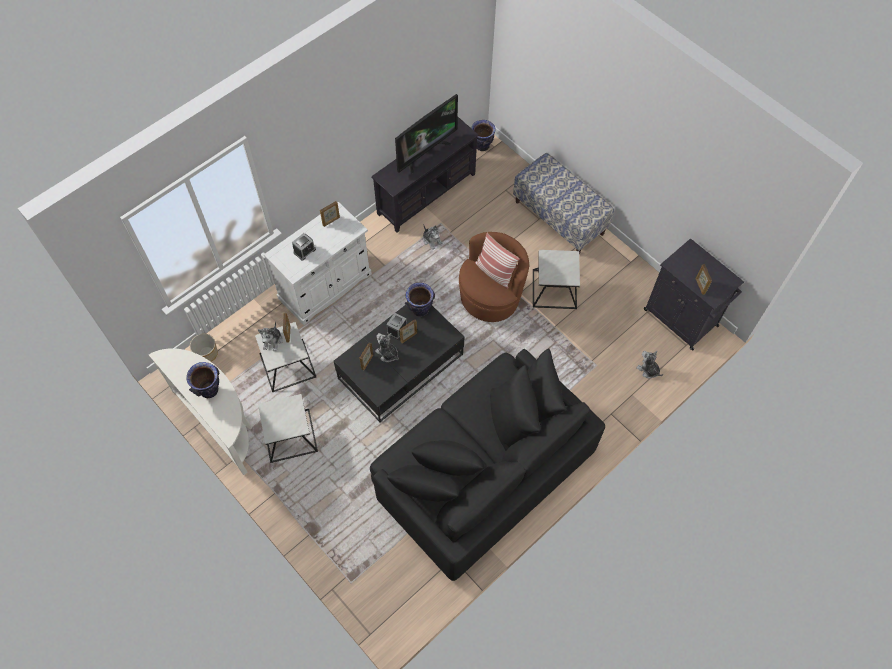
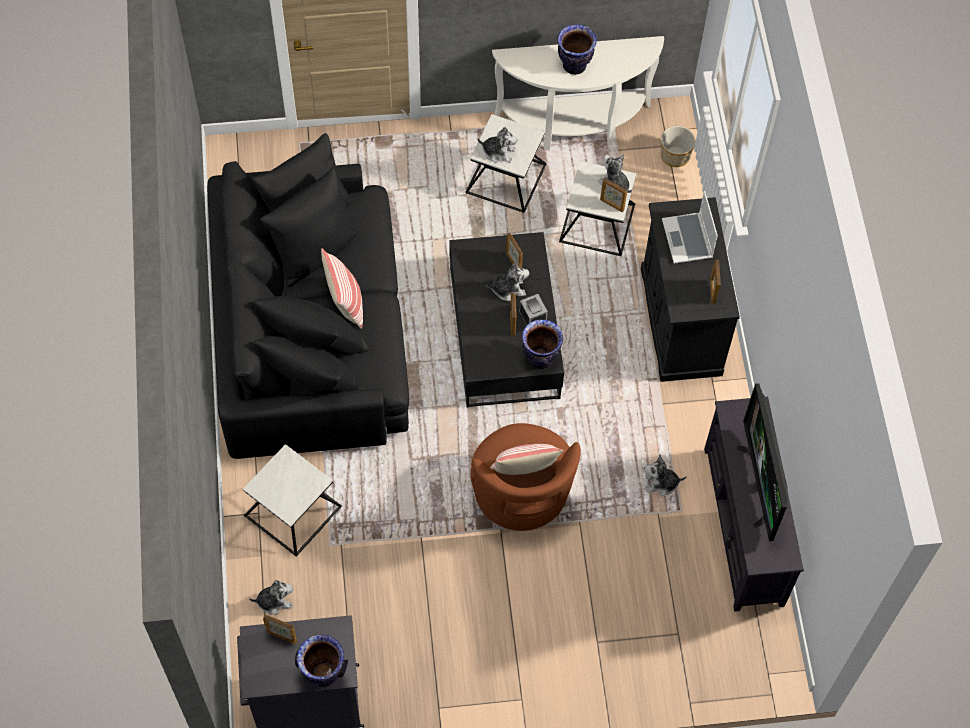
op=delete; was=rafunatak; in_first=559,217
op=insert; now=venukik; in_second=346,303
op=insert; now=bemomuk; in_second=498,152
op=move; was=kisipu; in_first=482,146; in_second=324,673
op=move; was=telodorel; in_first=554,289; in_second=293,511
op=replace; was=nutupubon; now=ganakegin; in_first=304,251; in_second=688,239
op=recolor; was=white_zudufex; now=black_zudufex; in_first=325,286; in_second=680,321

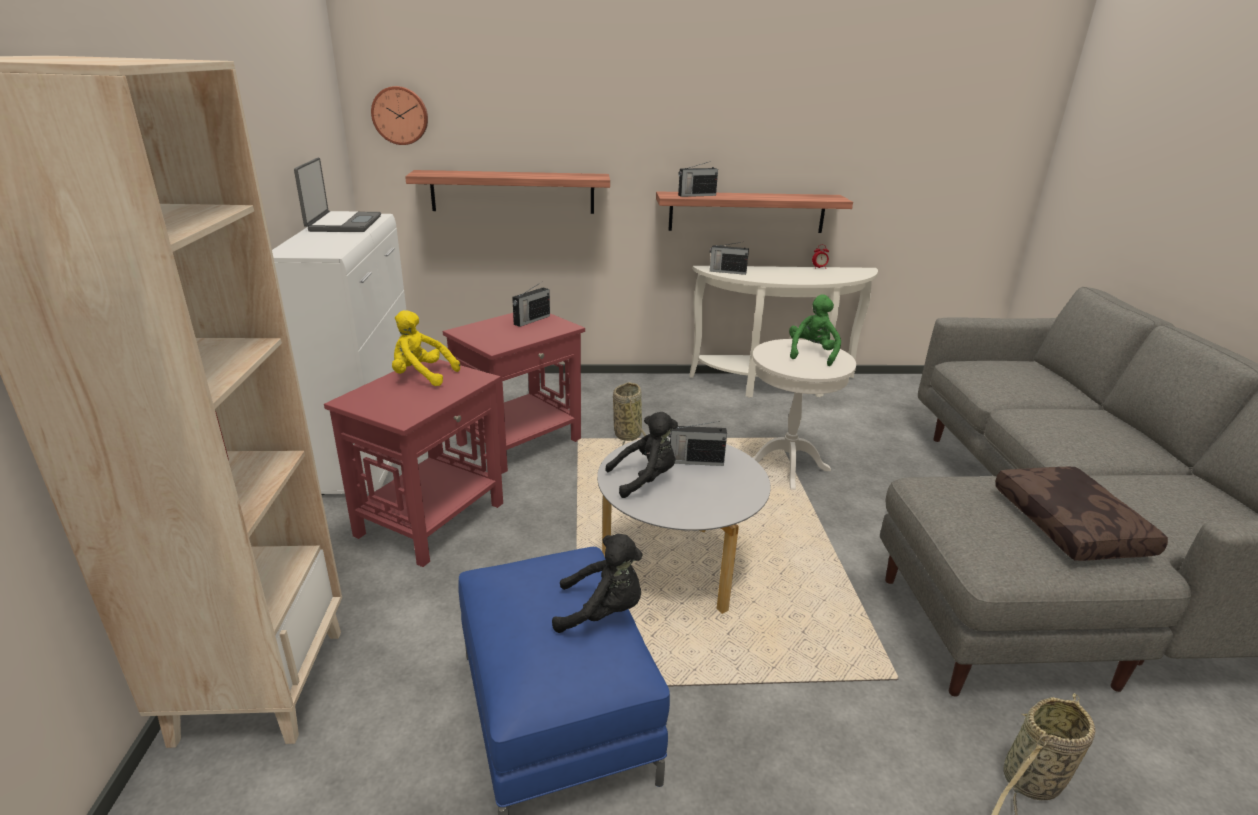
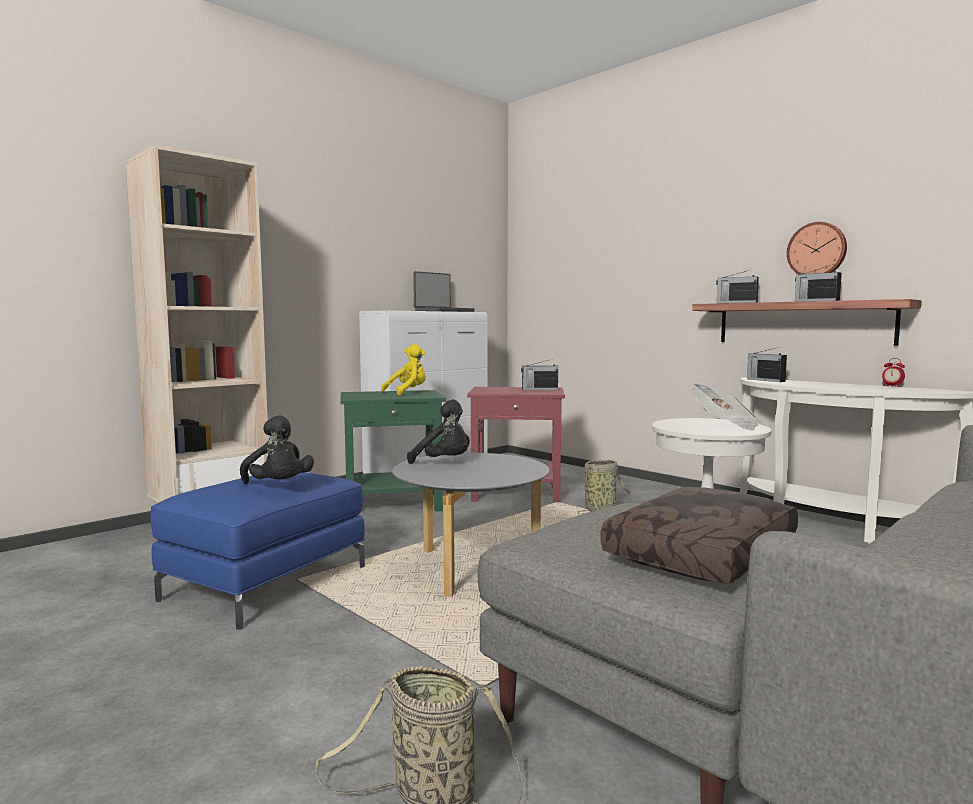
op=delete; was=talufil; in_first=513,192
op=move; was=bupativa; in_first=400,115; in_second=817,250
op=move; was=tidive; in_first=695,461; in_second=816,301
op=replace; was=green_bemomuk; now=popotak; in_first=812,354; in_second=725,425
op=recolor; was=red_telodorel; now=green_telodorel; in_first=432,519; in_second=393,504
op=rotate; was=yellow_bemomuk; in_first=421,376; in_second=408,392; clockwise=75

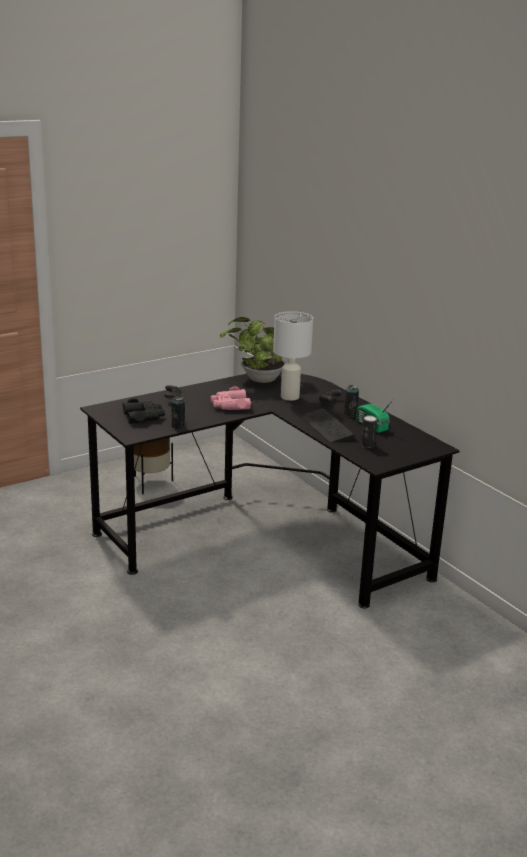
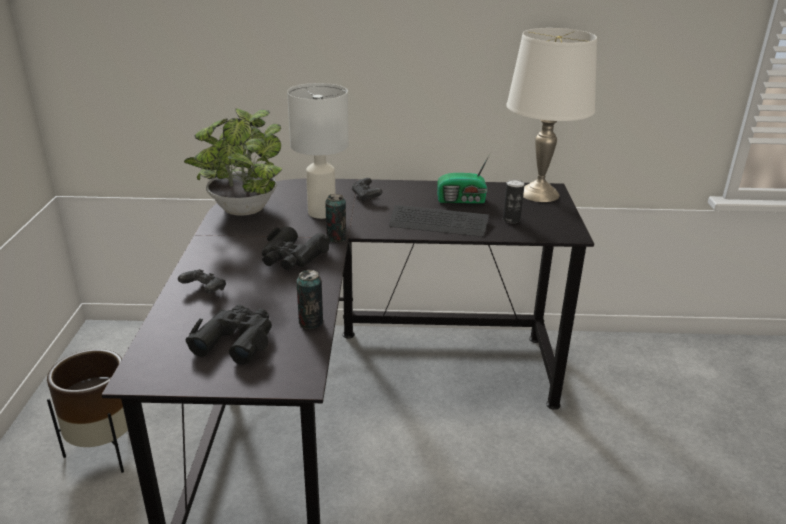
op=insert; now=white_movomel; in_second=540,194
op=move; was=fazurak; in_first=350,414; in_second=336,238
op=recolor; was=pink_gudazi; now=black_gudazi; in_first=230,405; in_second=292,257

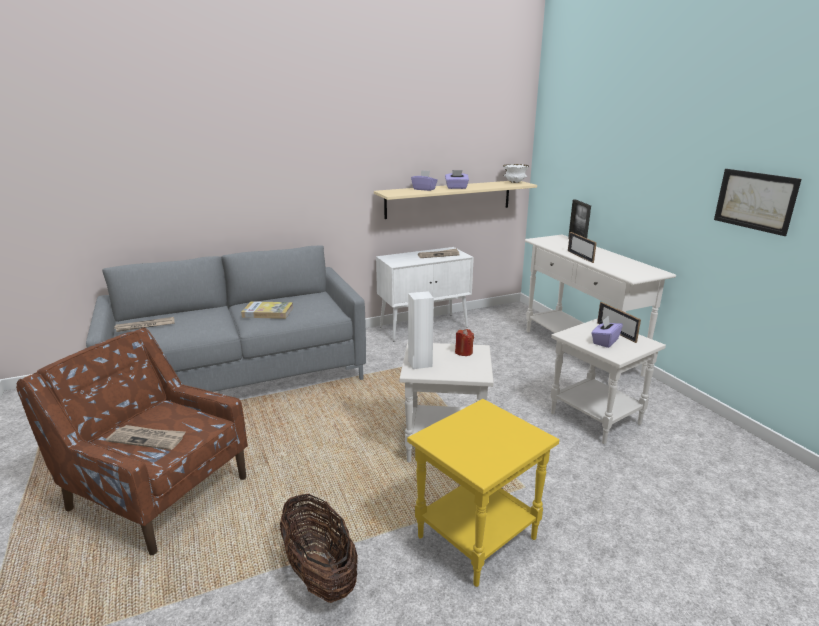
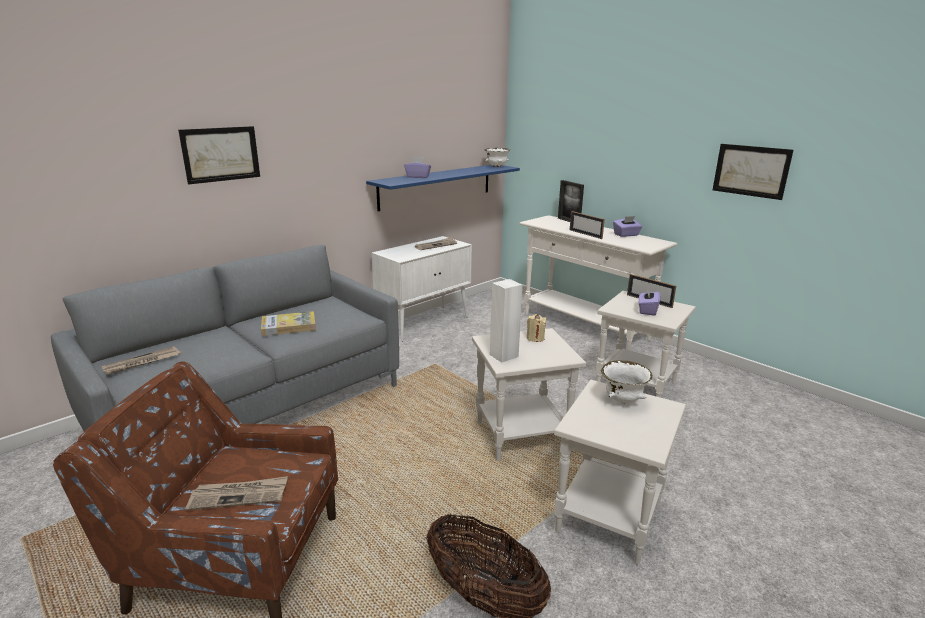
op=insert; now=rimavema; in_second=221,154
op=insert; now=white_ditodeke; in_second=622,400
op=move; was=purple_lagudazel; in_first=456,188; in_second=626,235
op=recolor; was=beige_talufil; now=blue_talufil; in_first=449,199; in_second=436,186
op=recolor; was=yellow_telodorel; now=white_telodorel; in_first=477,539; in_second=610,520
op=recolor; was=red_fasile; now=beige_fasile; in_first=463,352; in_second=535,338

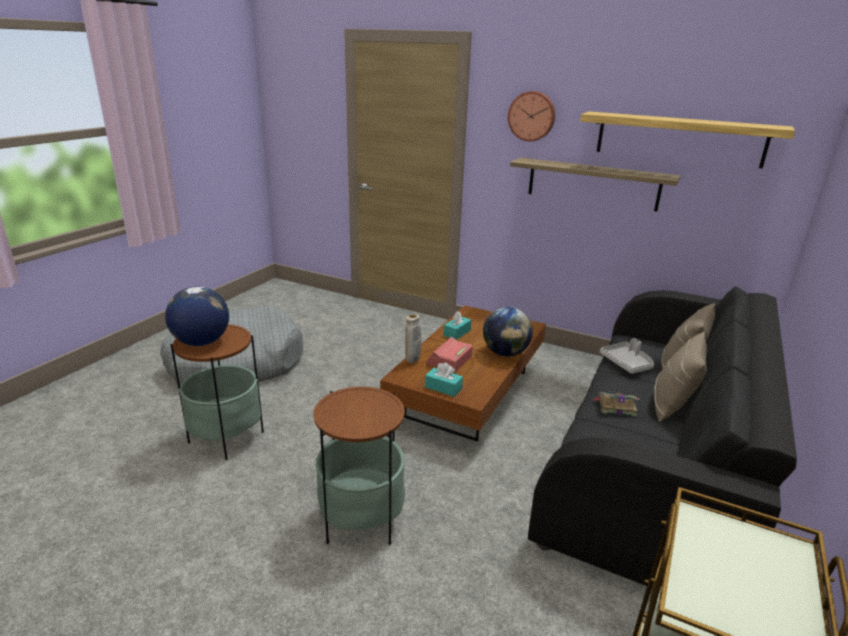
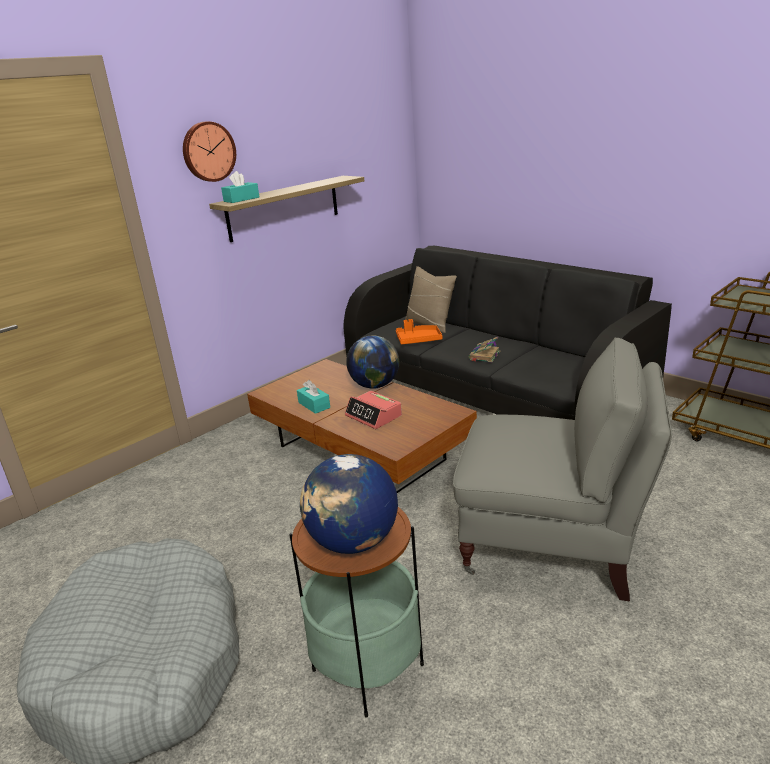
op=delete; was=beige_kisipu; in_first=412,361
op=delete; was=talufil; in_first=679,139
op=delete; was=beige_venukik; in_first=672,405
op=move; was=turquoise_lagudazel; in_first=443,388; in_second=241,199
op=replace; was=telodorel; now=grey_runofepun; in_first=361,520; in_second=554,544
op=recolor; was=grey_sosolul; now=orange_sosolul; in_first=627,363; in_second=418,340

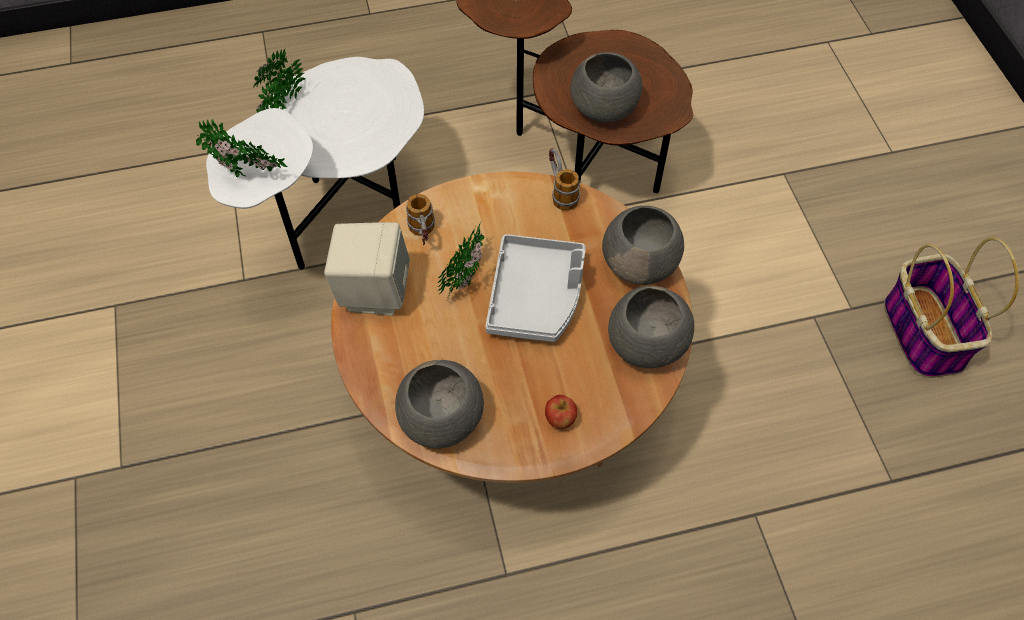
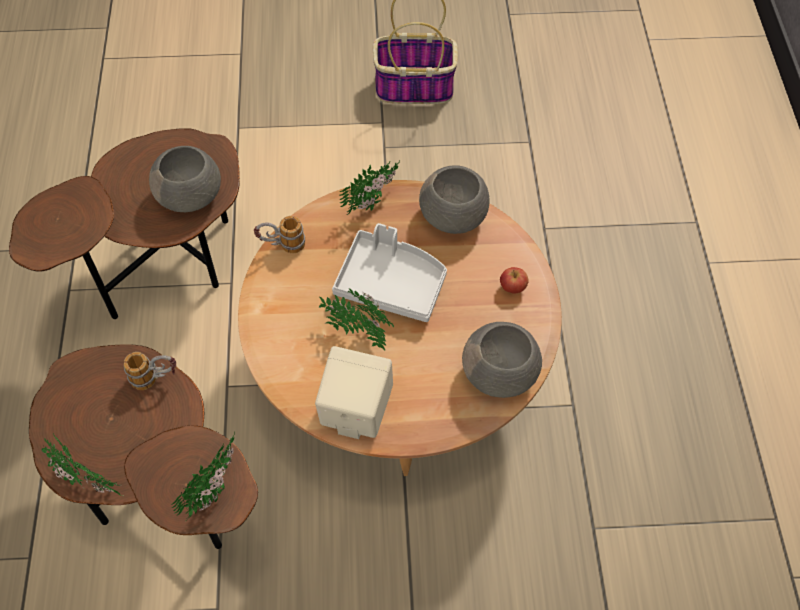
op=move; was=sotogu; in_first=423,235; in_second=155,378
op=replace; was=grey_ditodeke; now=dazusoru; in_first=641,262; in_second=374,203
op=recolor; was=white_telodorel; now=brown_telodorel; in_first=344,217; in_second=167,496

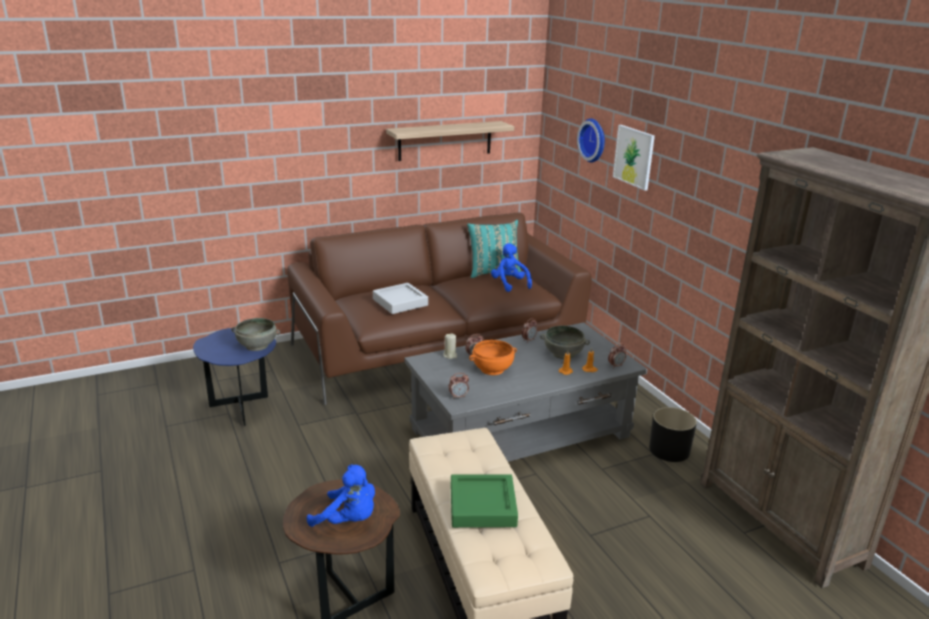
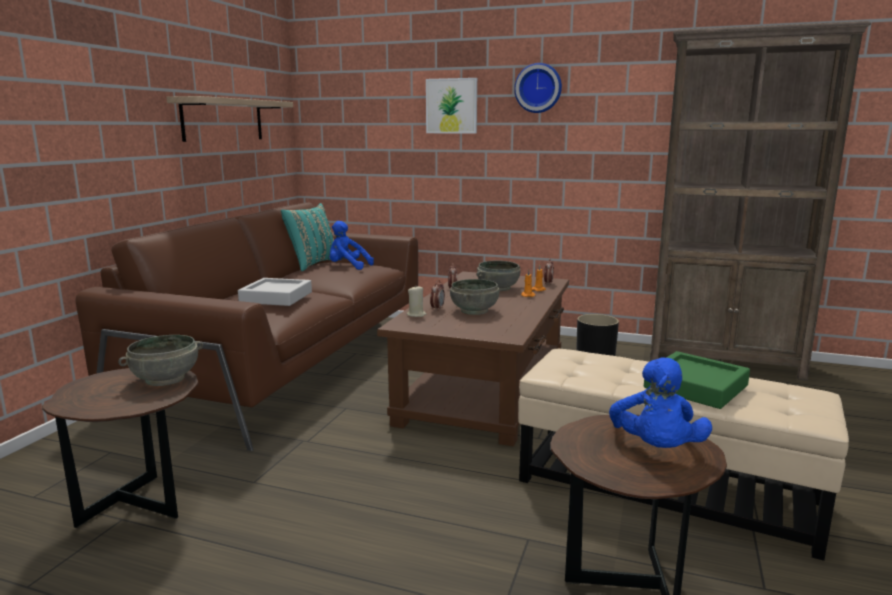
op=delete; was=nutupubon; in_first=458,396
op=move; was=bupativa; in_first=594,140; in_second=538,88
op=recolor; was=blue_telodorel; now=brown_telodorel; in_first=242,411; in_second=141,507
op=recolor; was=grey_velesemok; now=brown_velesemok; in_first=521,433; in_second=485,387
op=recolor; was=orange_ditodeke; now=grey_ditodeke; in_first=492,369; in_second=475,311
op=rotate; was=blue_bemomuk; in_first=348,520; in_second=656,449; clockwise=120

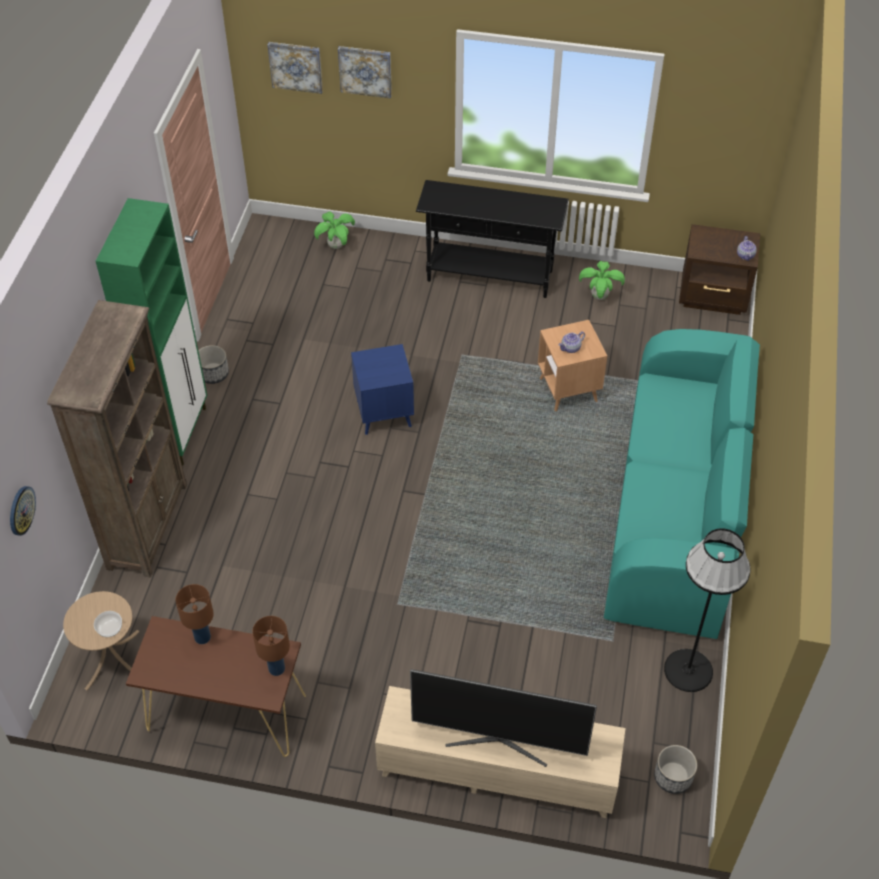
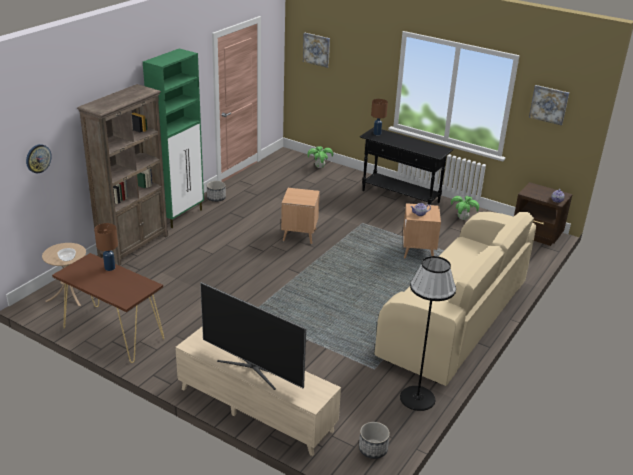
op=move; was=brown_movomel; in_first=277,669; in_second=377,134
op=move; was=rimavema; in_first=365,71; in_second=549,104
op=recolor; was=blue_telodorel; now=brown_telodorel; in_first=384,414; in_second=299,235
op=recolor; was=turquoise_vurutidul; now=beige_vurutidul; in_first=675,509; in_second=455,319

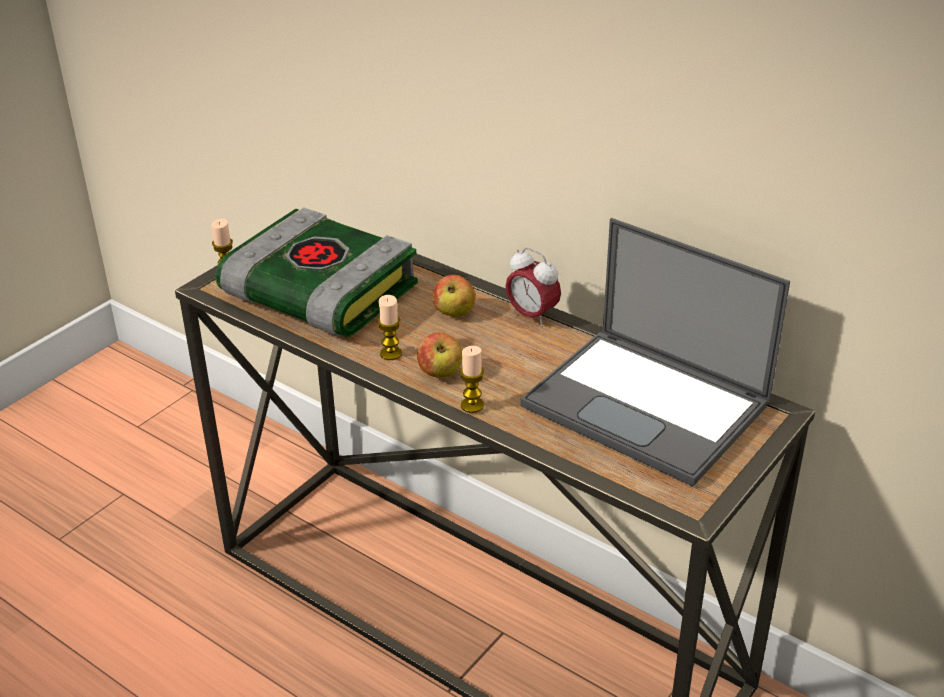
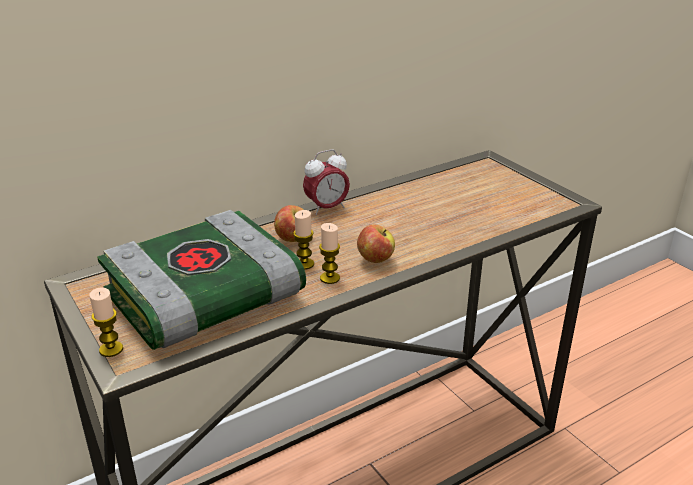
op=delete; was=ganakegin; in_first=648,405
op=move; was=fasile; in_first=472,405; in_second=304,264

